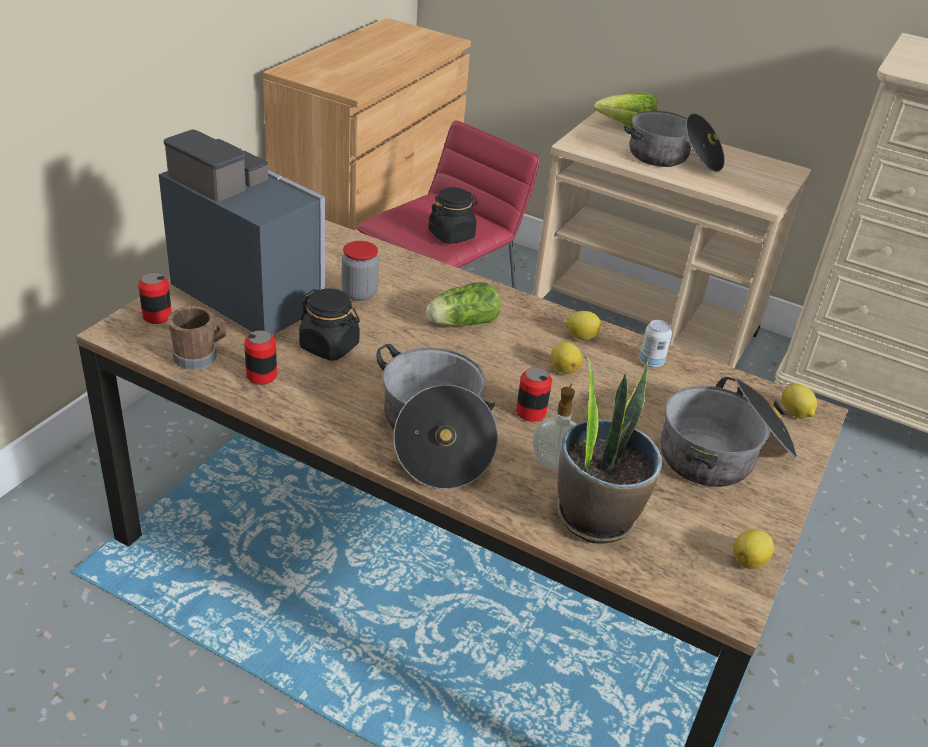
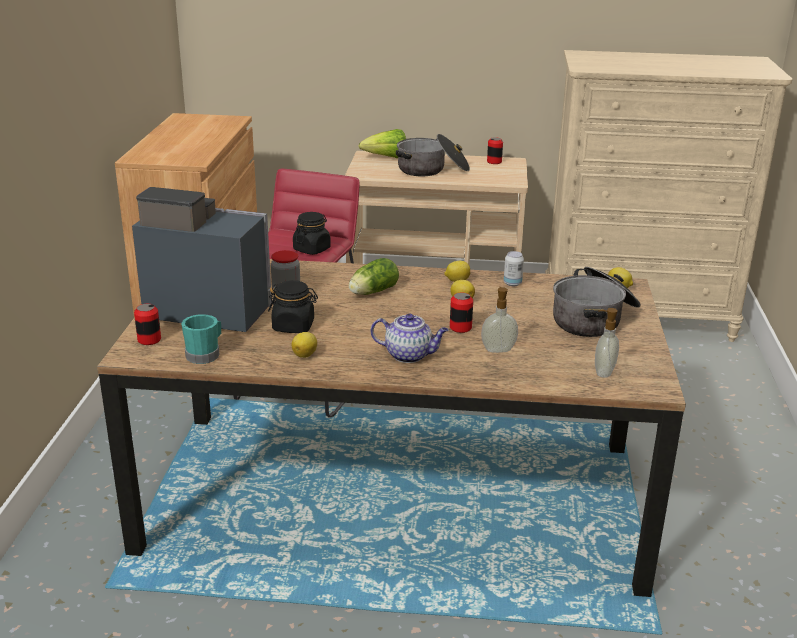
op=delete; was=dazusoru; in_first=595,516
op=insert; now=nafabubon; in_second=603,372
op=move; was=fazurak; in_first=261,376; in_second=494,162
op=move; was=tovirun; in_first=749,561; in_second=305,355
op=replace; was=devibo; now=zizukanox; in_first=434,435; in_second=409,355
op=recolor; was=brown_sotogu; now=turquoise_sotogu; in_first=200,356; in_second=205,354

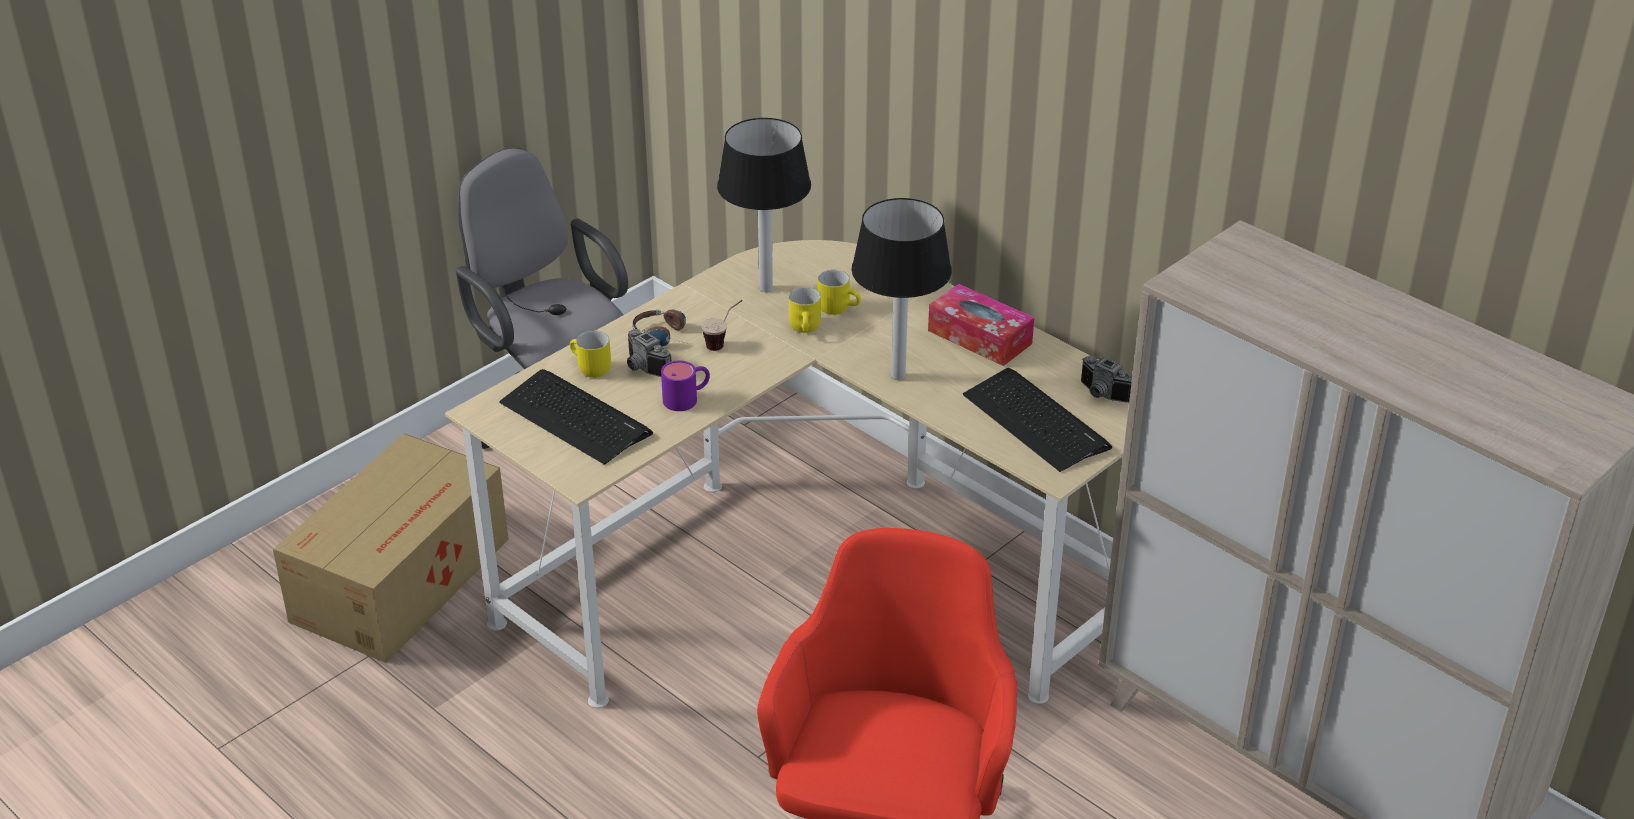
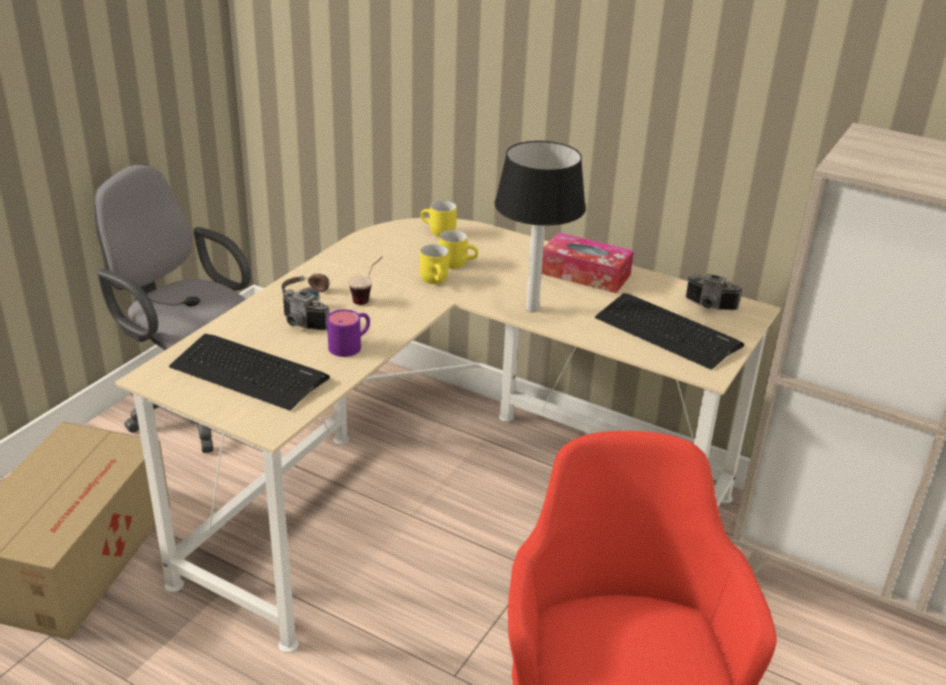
op=delete; was=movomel; in_first=765,289
op=move; was=yellow_sotogu; in_first=589,368; in_second=438,232

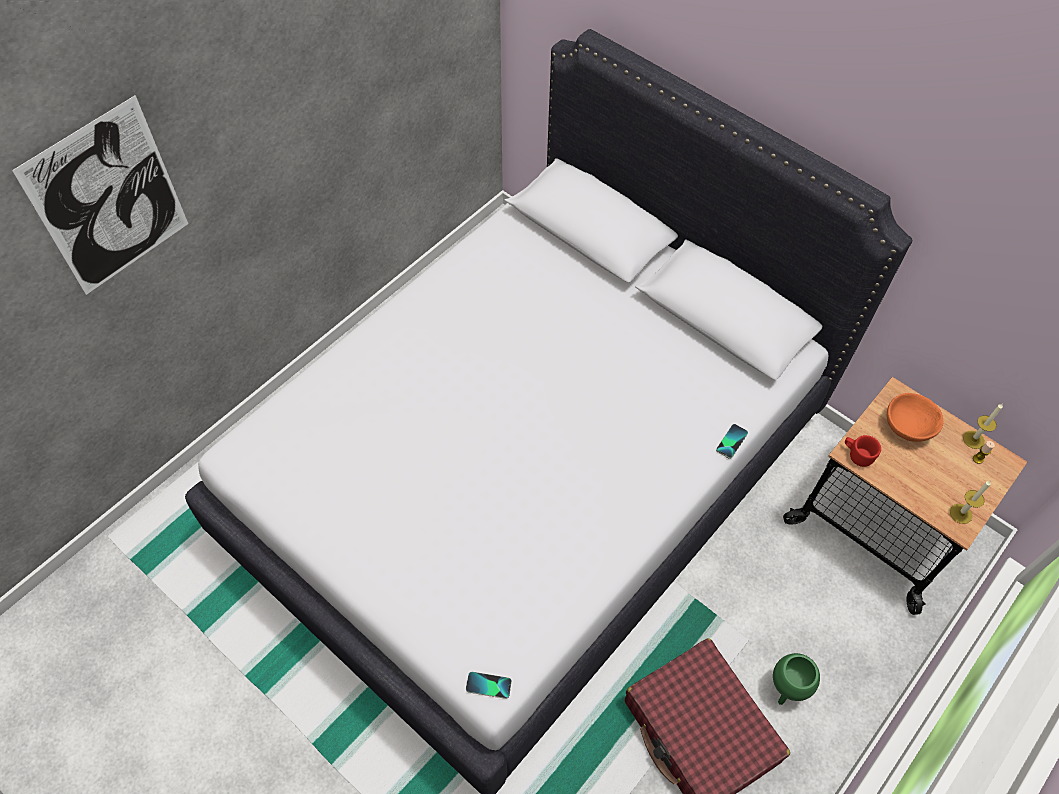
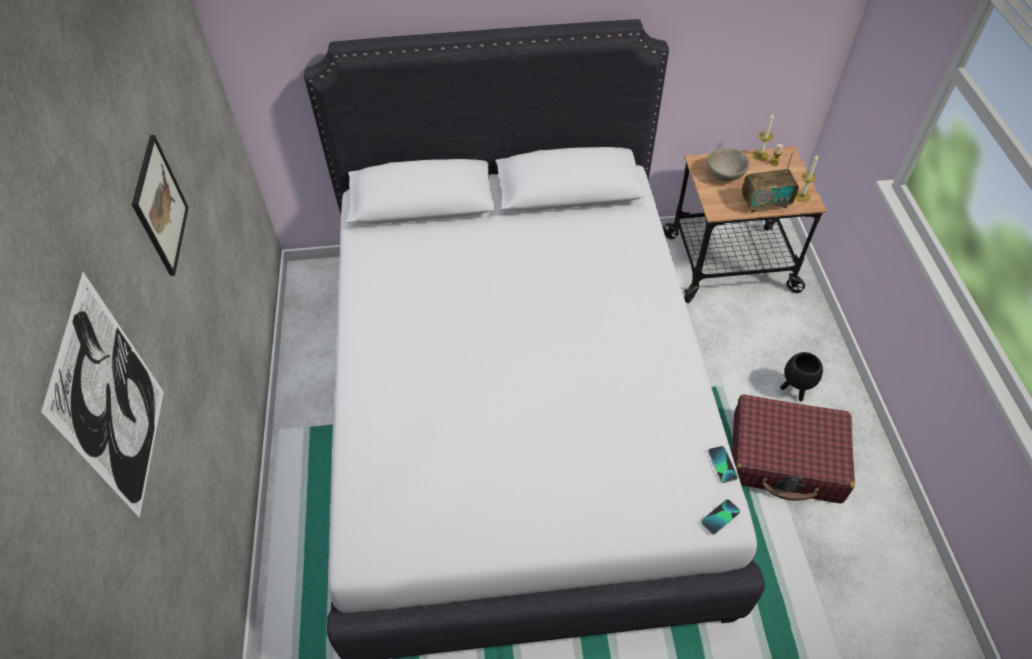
op=delete; was=red_sotogu; in_first=857,455
op=insert; now=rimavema; in_second=160,206
op=insert; now=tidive; in_second=765,203
op=move; was=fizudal; in_first=731,441; in_second=722,464
op=recolor; was=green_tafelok; now=black_tafelok; in_first=786,689; in_second=794,390
op=recolor; was=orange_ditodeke; now=beige_ditodeke; in_first=907,427; in_second=725,175

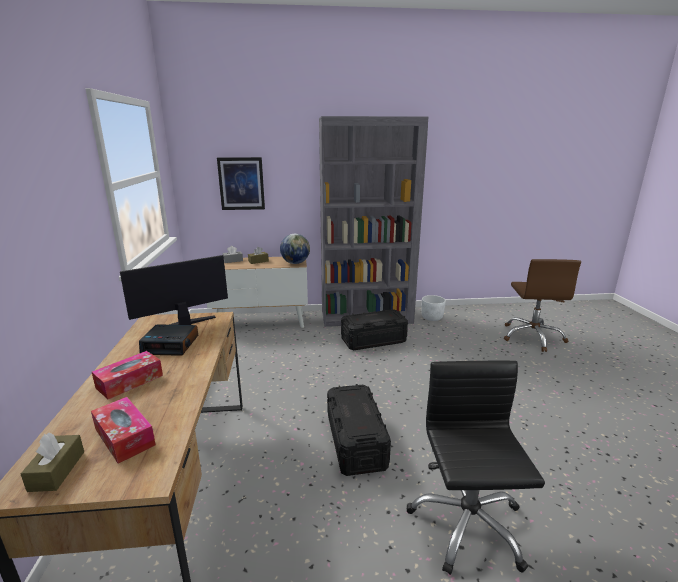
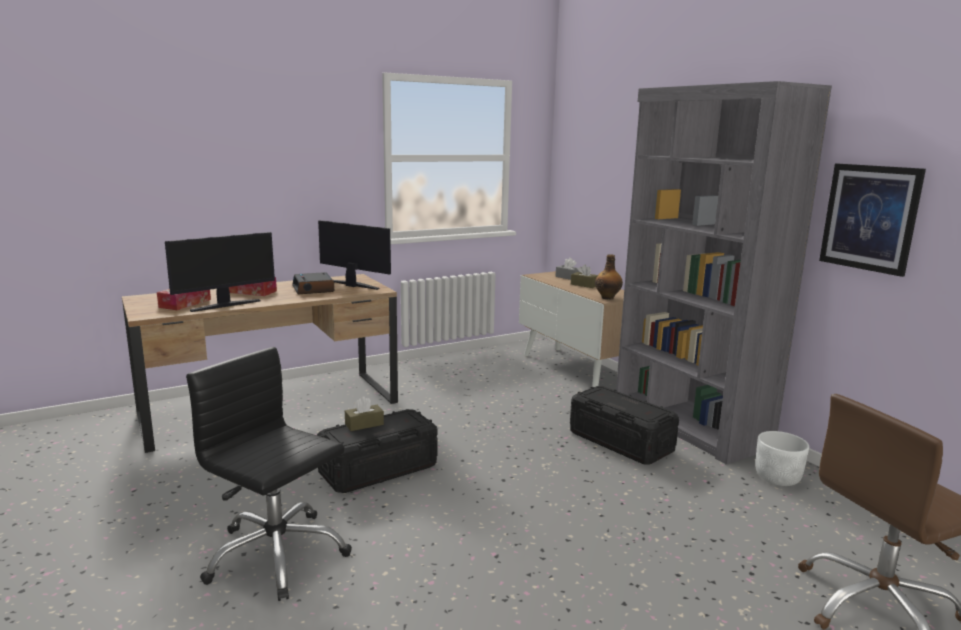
op=insert; now=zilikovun; in_second=225,305
op=move; was=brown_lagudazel; in_first=57,471; in_second=364,424
op=move; was=rimavema; in_first=241,183; in_second=869,218
op=replace; was=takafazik; now=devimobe; in_first=295,263; in_second=608,297
op=rotate; was=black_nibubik; in_first=466,524; in_second=276,555; clockwise=-120

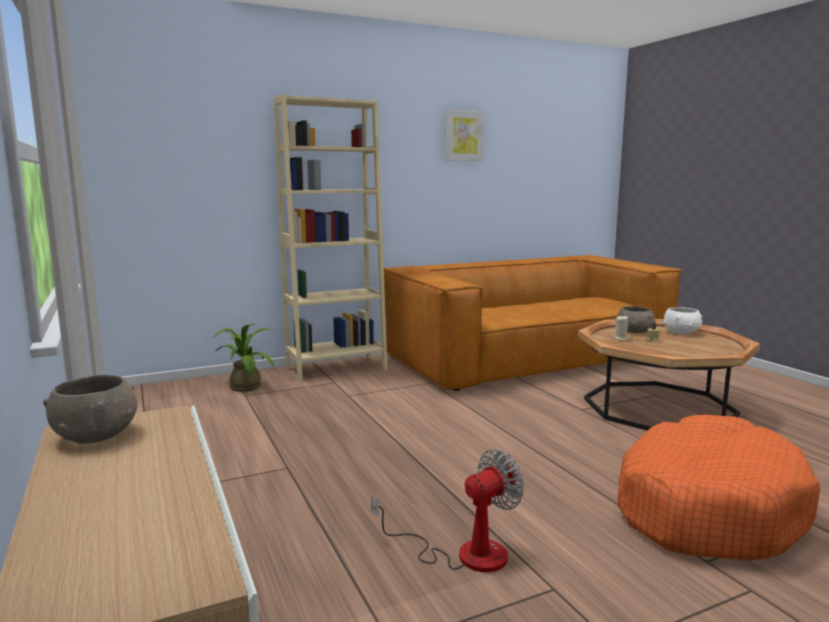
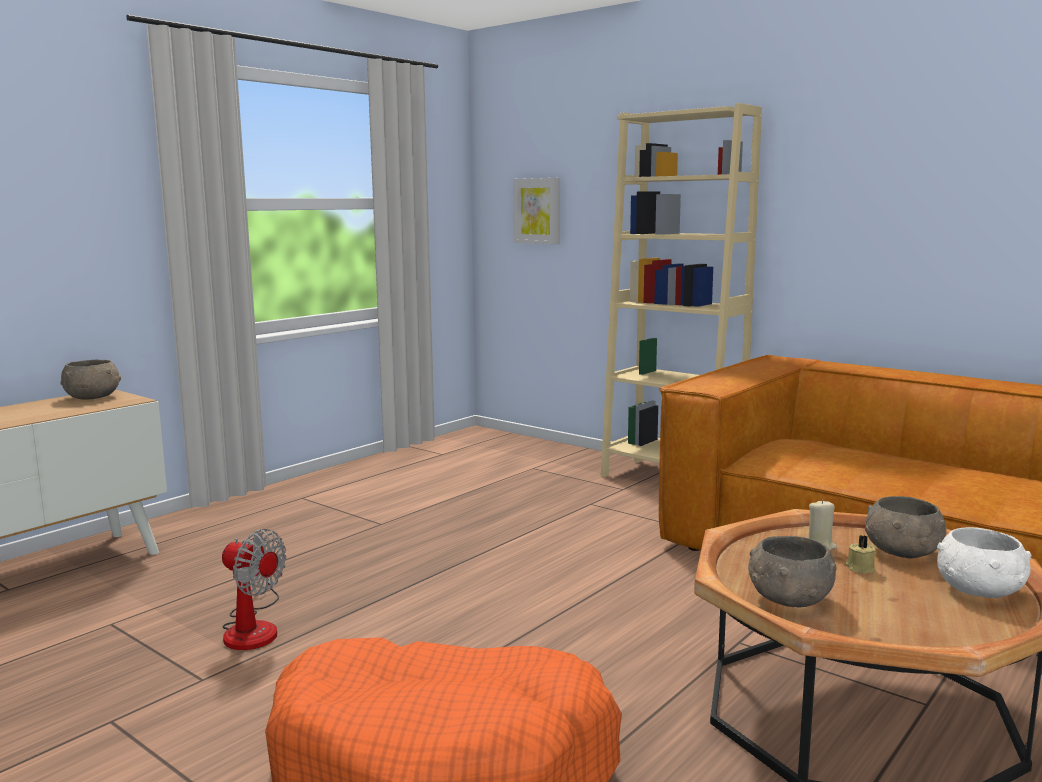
op=delete; was=dazusoru; in_first=245,386
op=insert; now=grey_ditodeke; in_second=788,599
op=move; was=rimavema; in_first=464,136; in_second=537,211

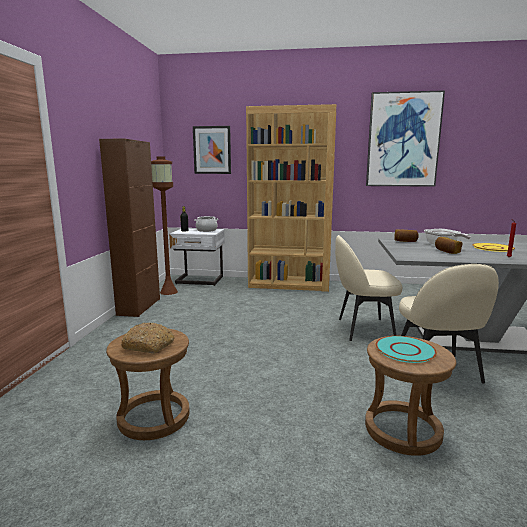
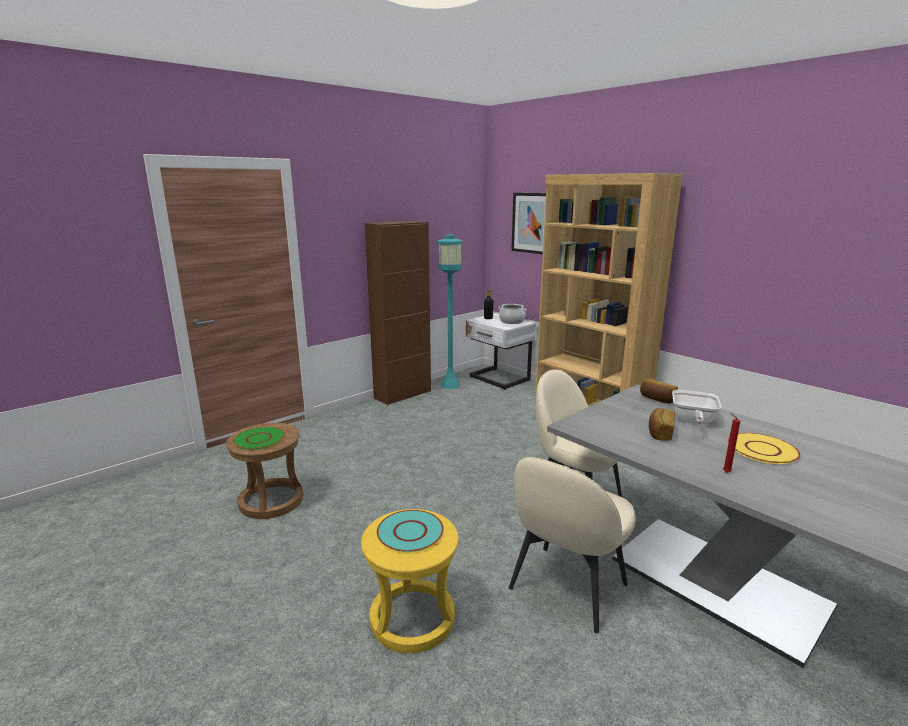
op=delete; was=rimavema; in_first=403,140
op=replace; was=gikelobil; now=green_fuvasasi; in_first=149,345; in_second=259,439
op=recolor; was=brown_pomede; now=turquoise_pomede; in_first=169,292; in_second=450,385
op=recolor; was=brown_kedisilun; now=yellow_kedisilun; in_first=402,430; in_second=412,618

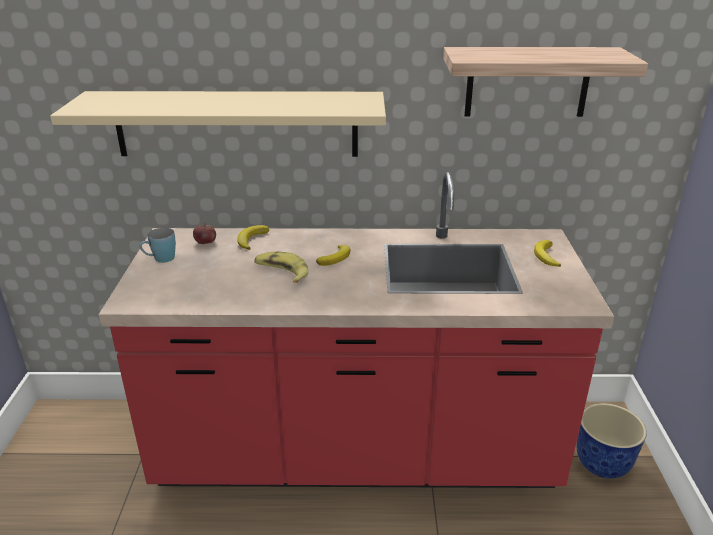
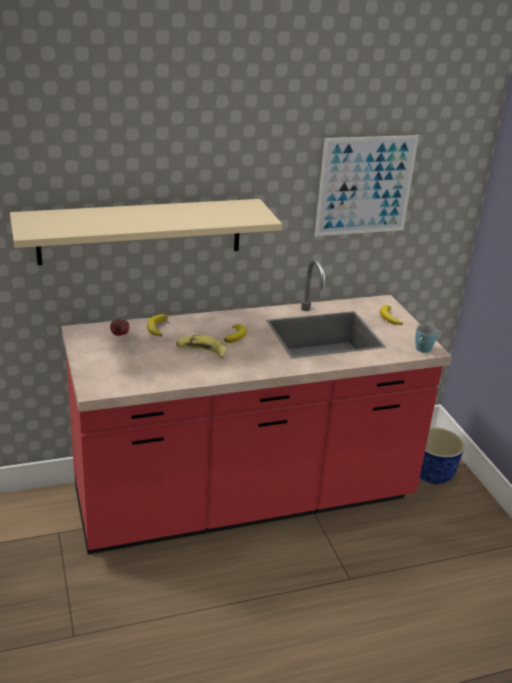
op=move; was=blue_sotogu; in_first=160,259; in_second=422,350
op=replace; was=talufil; now=rimavema; in_first=527,82; in_second=365,186

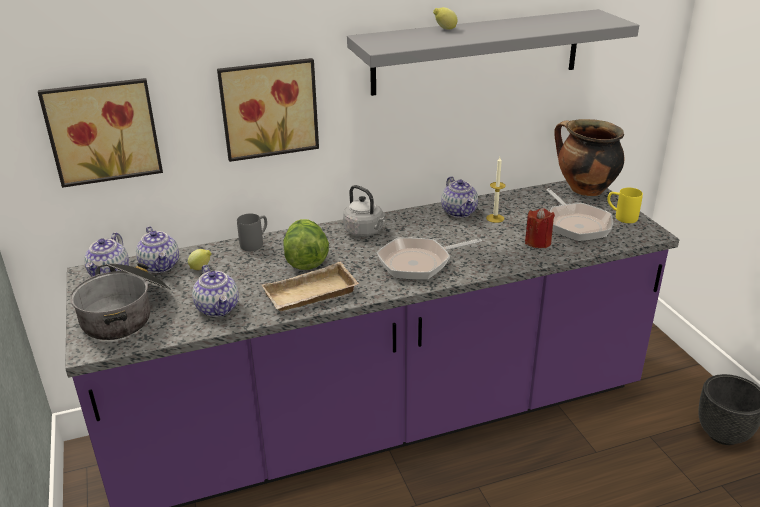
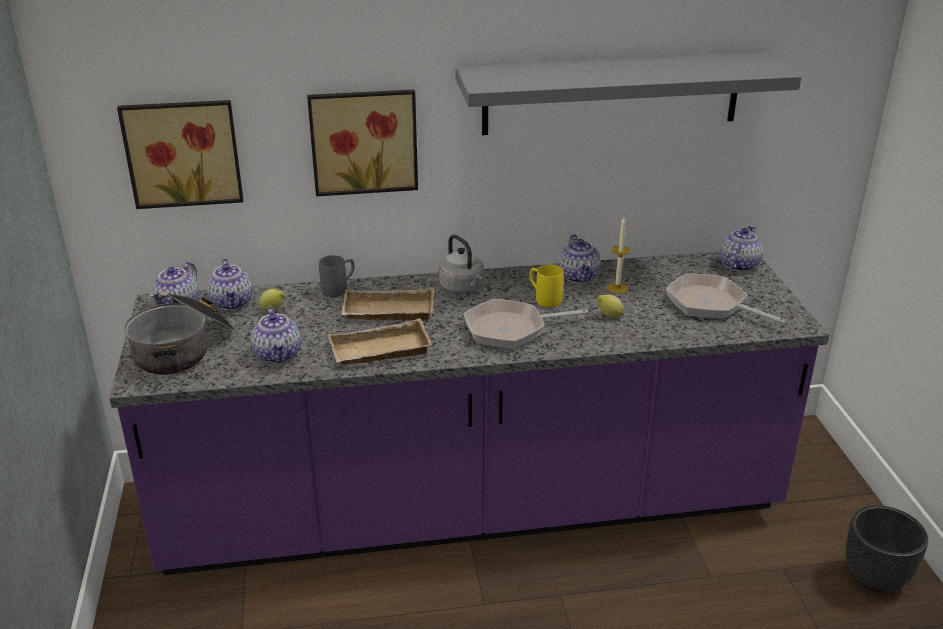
op=delete; was=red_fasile; in_first=538,242
op=move; was=tovirun; in_first=444,29; in_second=609,316
op=move; was=yellow_sotogu; in_first=621,217; in_second=543,298
op=replace; was=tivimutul; now=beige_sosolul; in_first=305,260; in_second=387,313
op=replace; was=devibo; now=zizukanox; in_first=584,189; in_second=738,265
op=rotate; was=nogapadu; in_first=576,224; in_second=711,305; clockwise=135

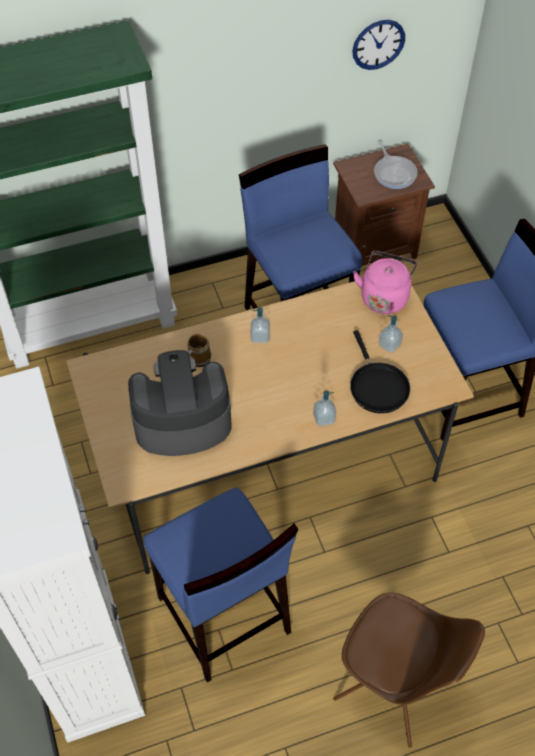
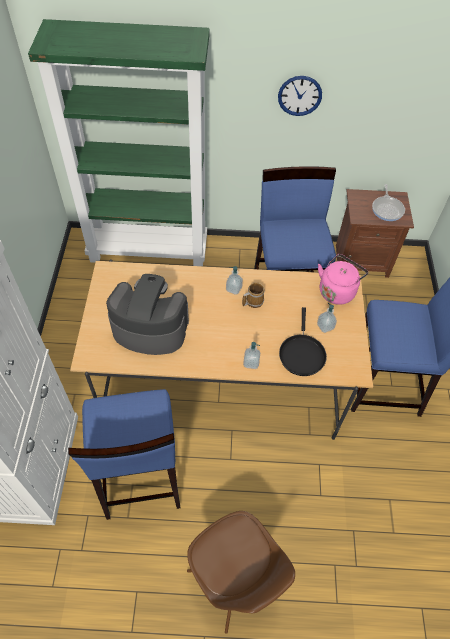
op=move; was=sotogu; in_first=197,358; in_second=253,301
op=move; was=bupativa; in_first=378,44; in_second=299,95

